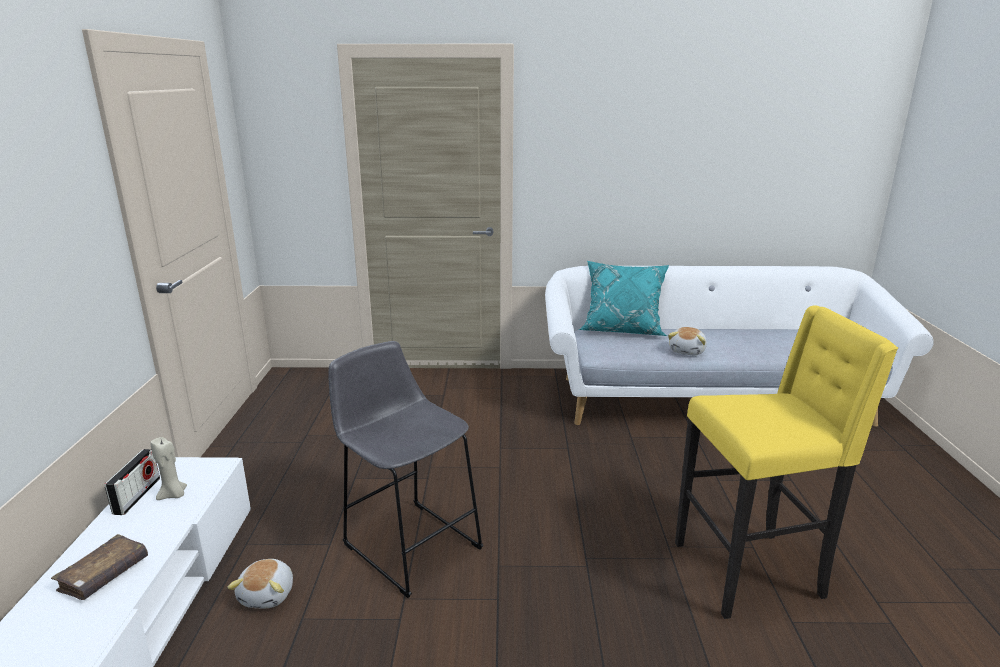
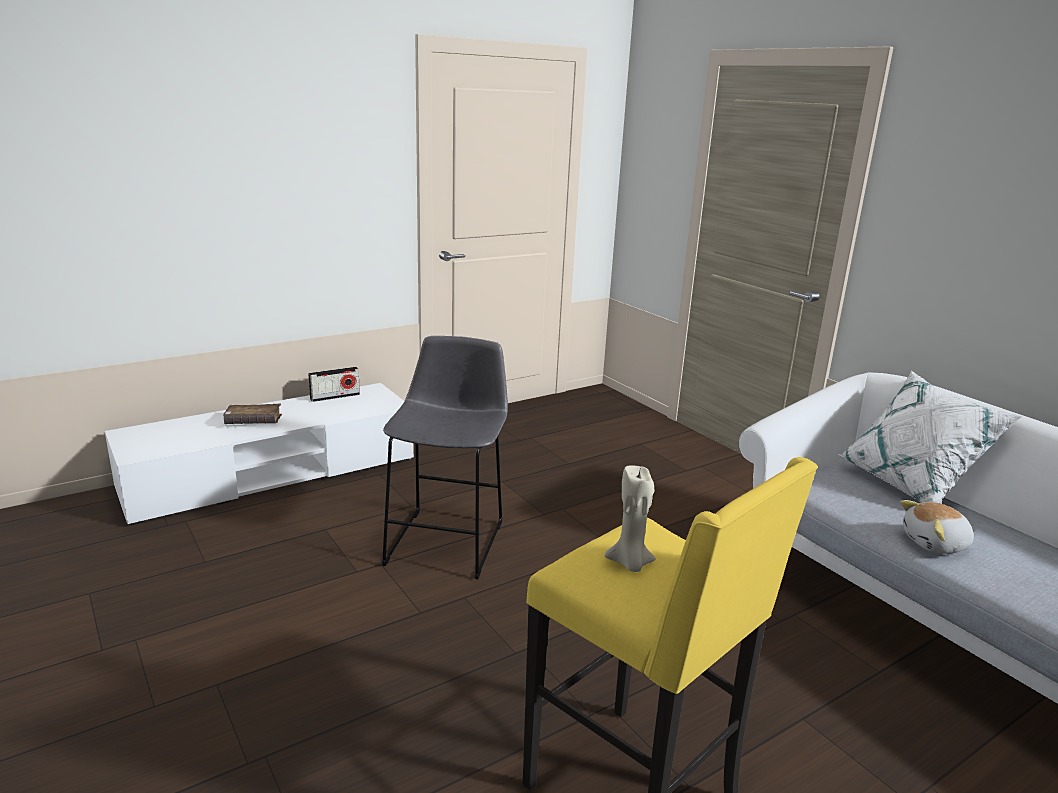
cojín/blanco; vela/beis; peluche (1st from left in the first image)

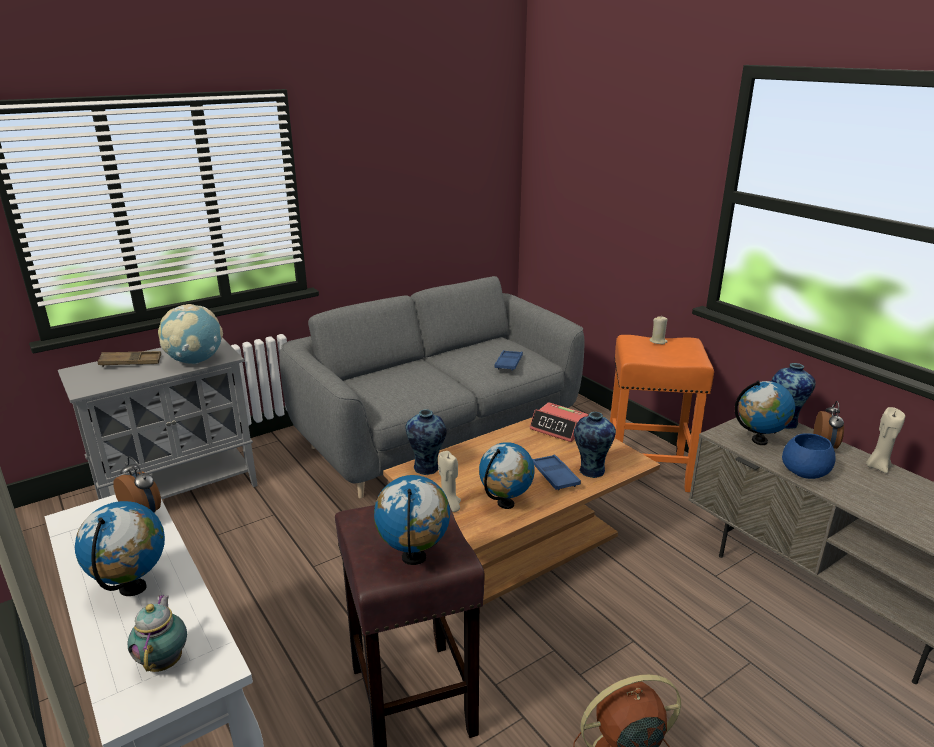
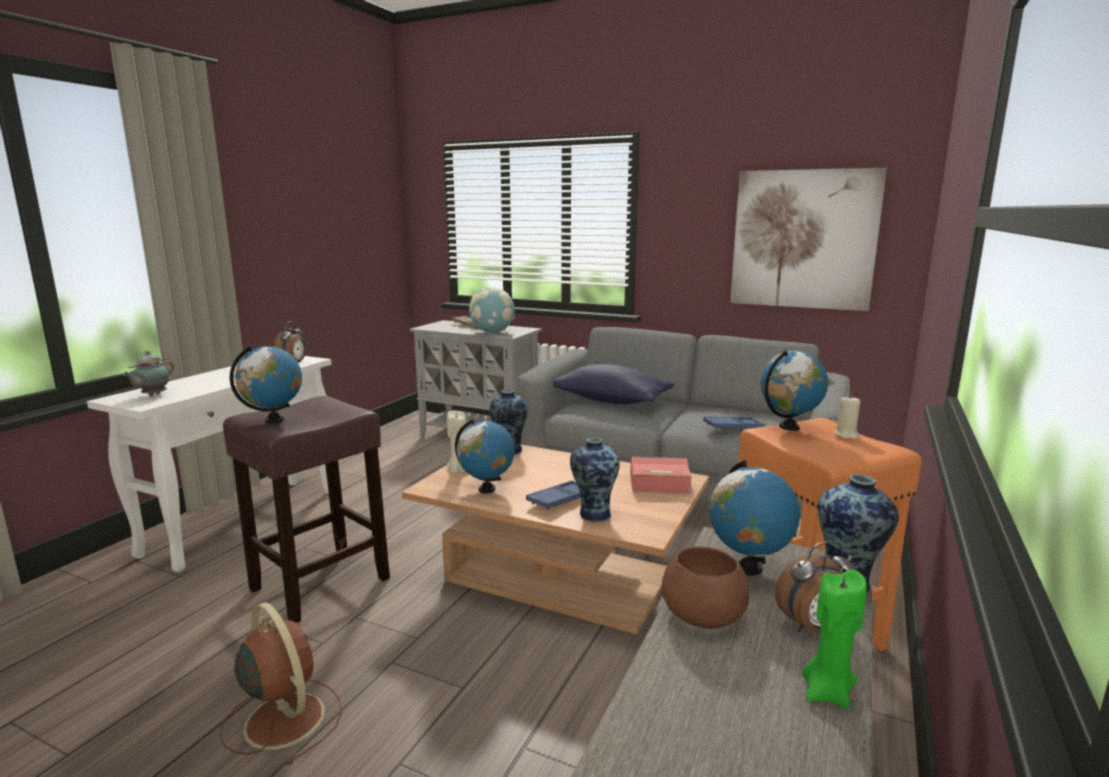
despertador (2nd from left); vela/verde; cuenco/marrón; globo terráqueo (5th from left); tetera; cuadro; cojín/azul

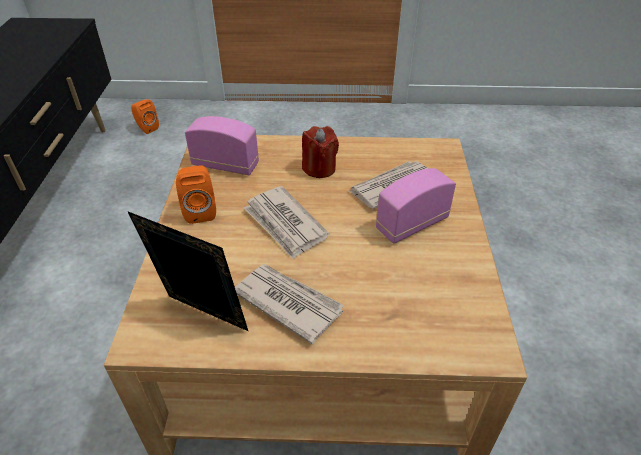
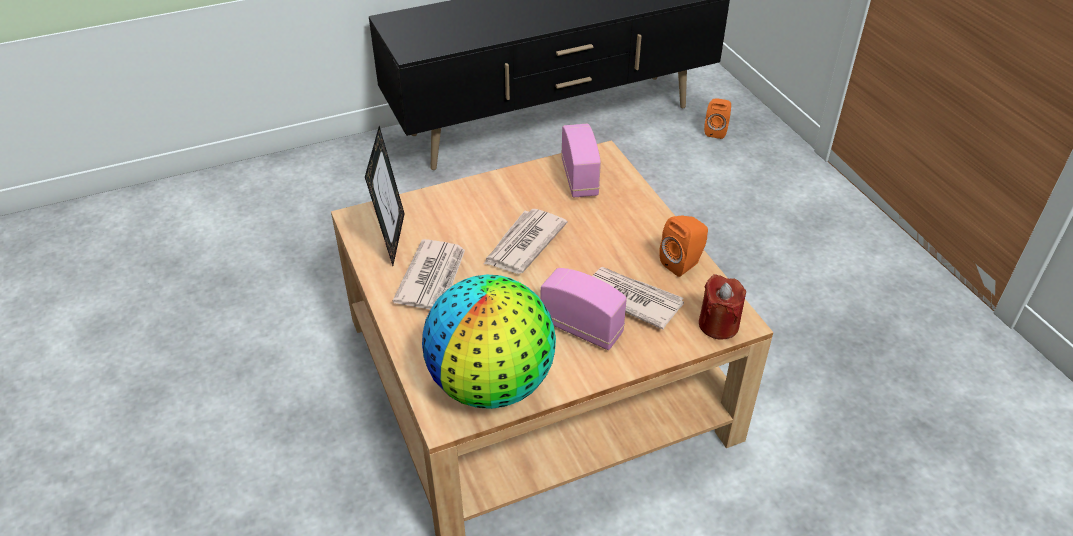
vela/rojo; altavoz/naranja (1st from left); globo terráqueo

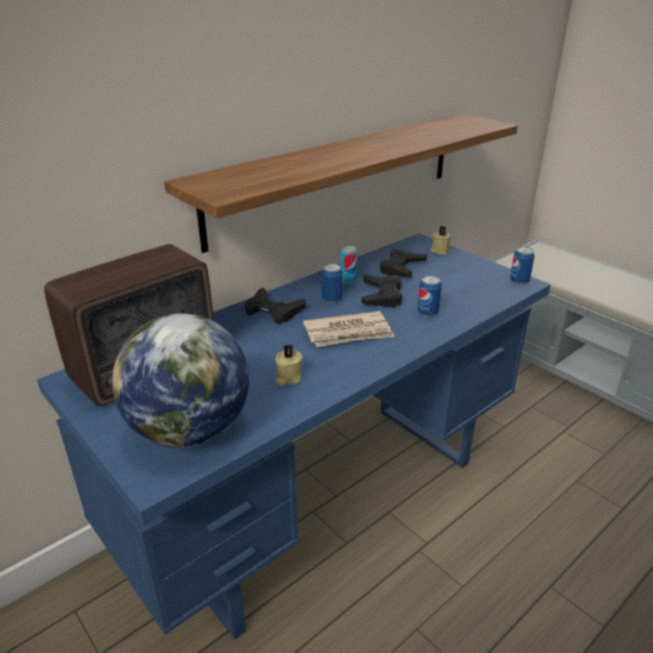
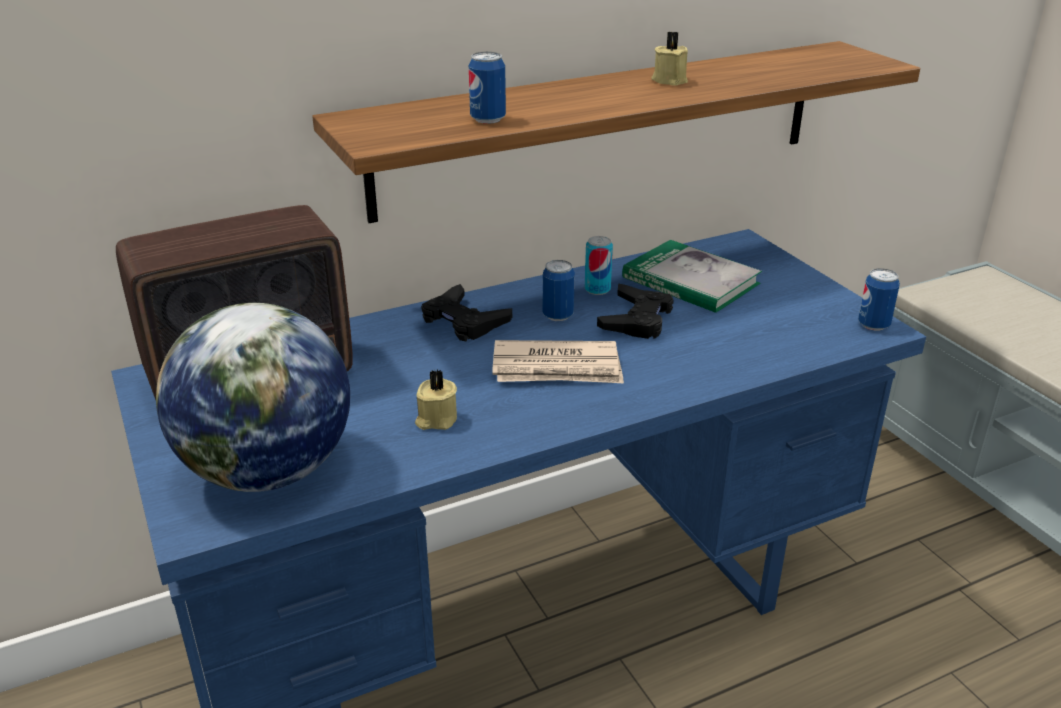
vela/beis (2nd from left); libro; lata (1st from left)

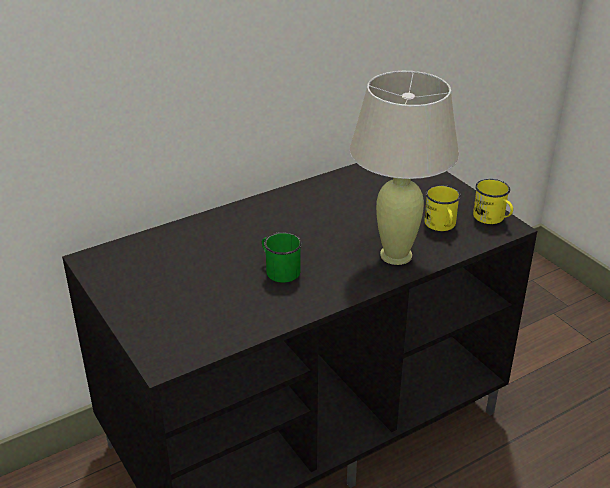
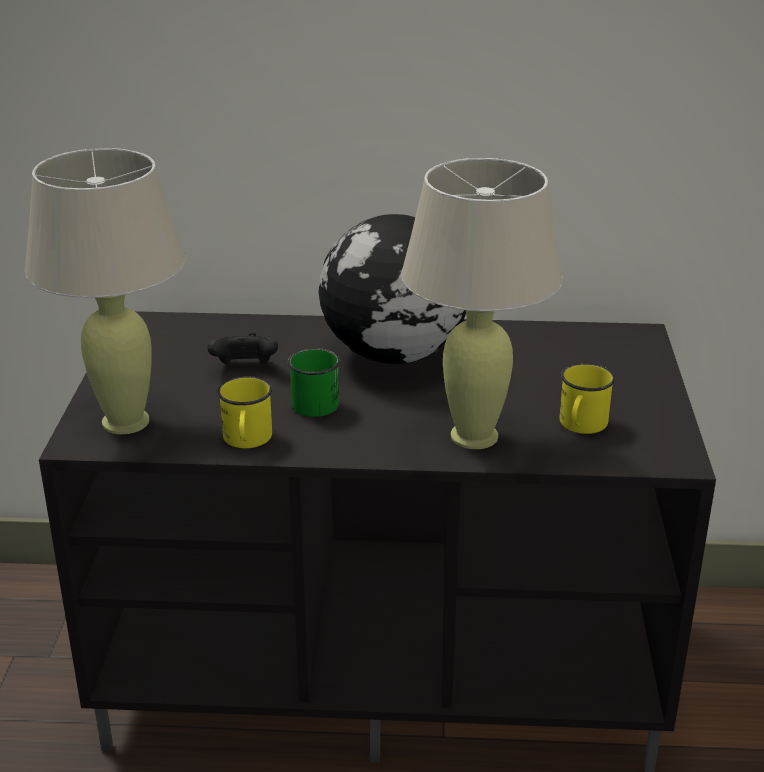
taza grande/amarillo (1st from left); lámpara de mesa/beis (1st from left); globo terráqueo; mando de consola/negro

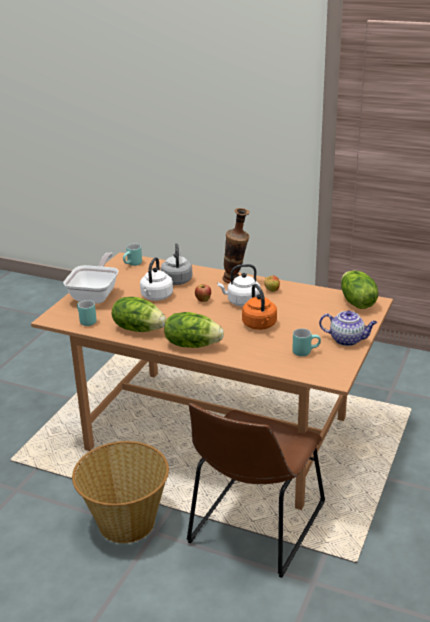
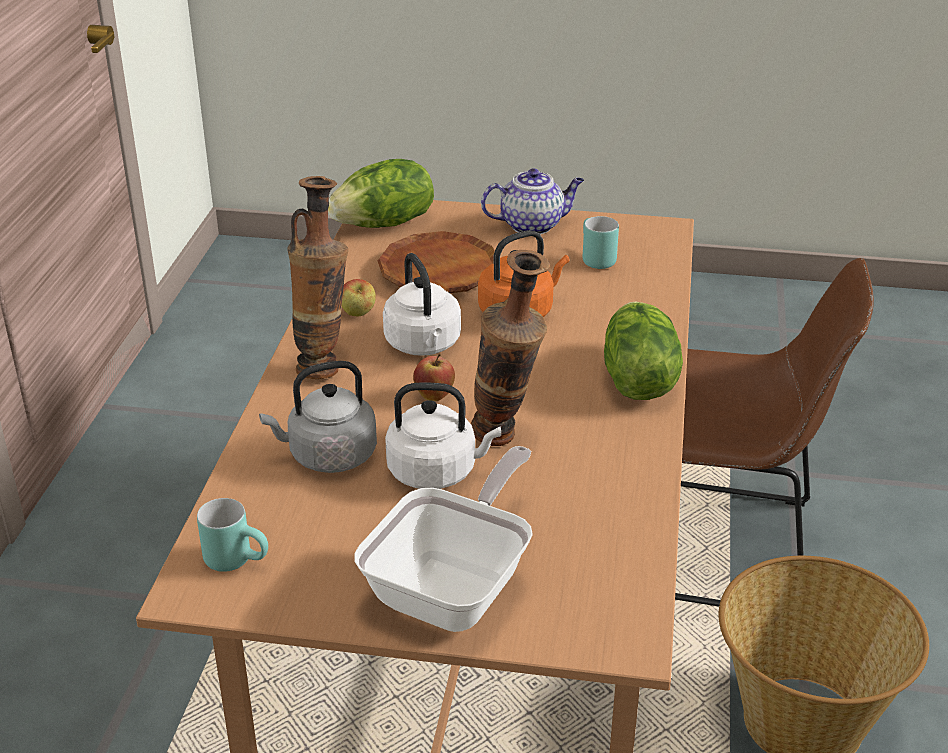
sartén; lechuga (1st from left in the first image); taza grande/turquesa (1st from left in the first image); tetera; plato/marrón; florero (2nd from left)

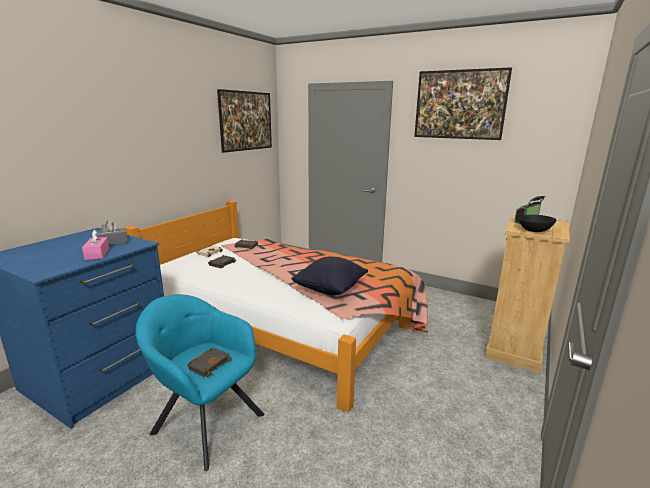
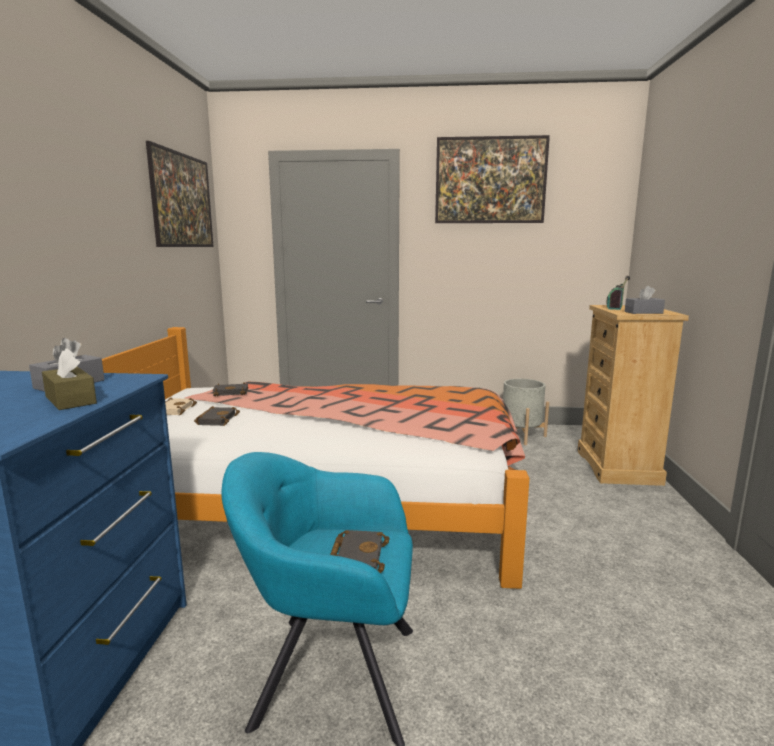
caja de pañuelos/gris (2nd from left); caja de pañuelos/marrón; cojín/negro; maceta/gris

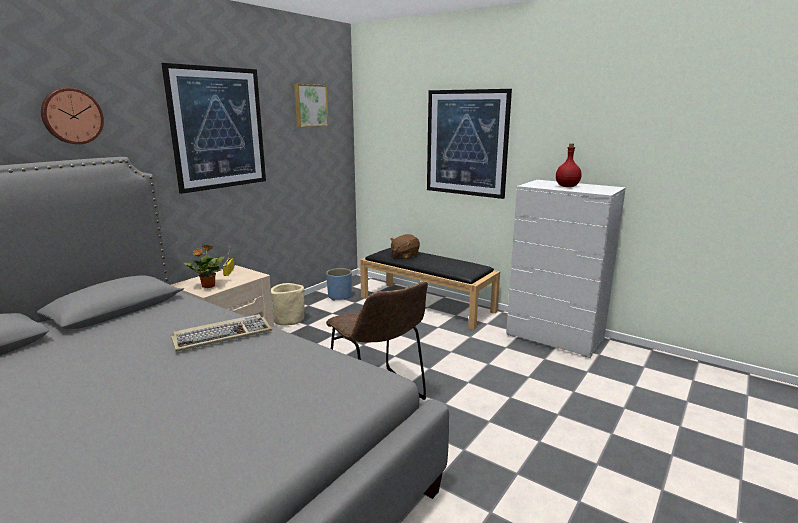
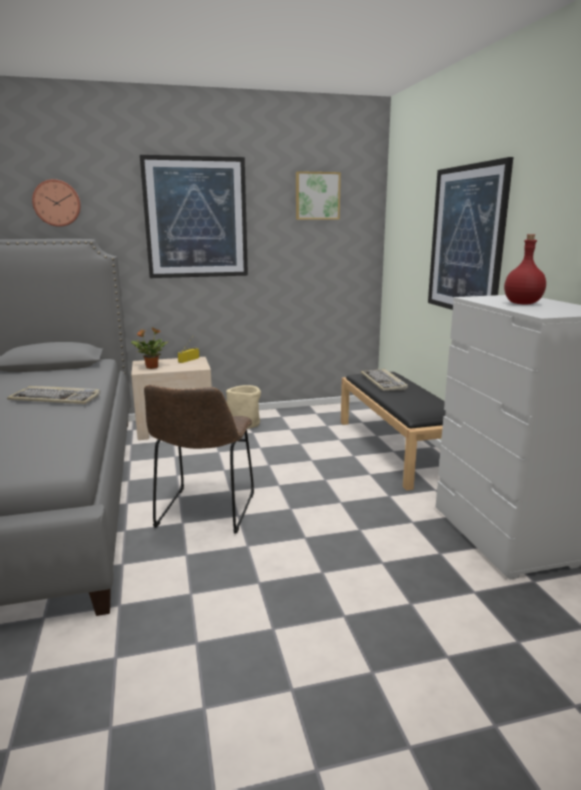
teclado (2nd from left); maceta/azul

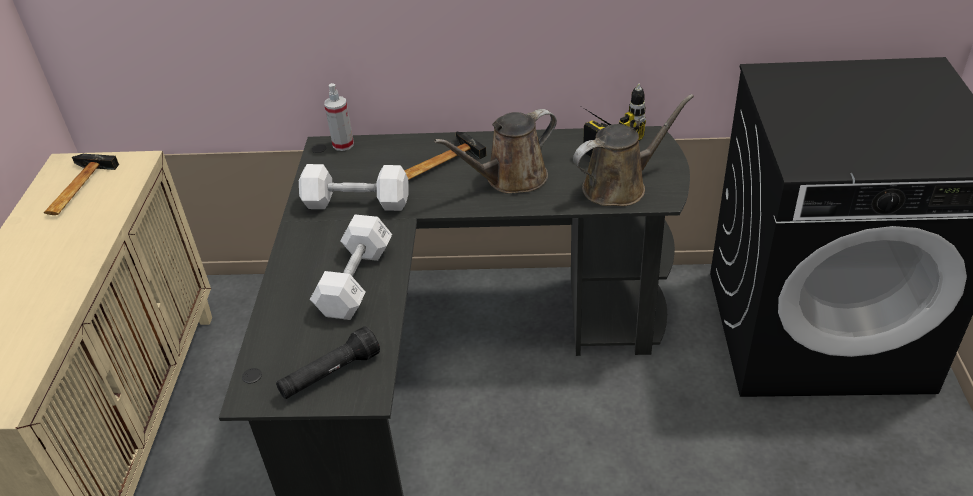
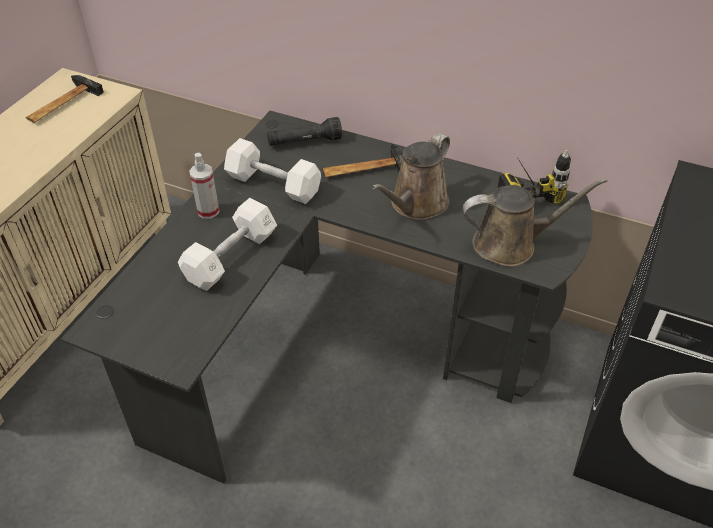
pulverizador; regadera/marrón (1st from left); linterna/negro

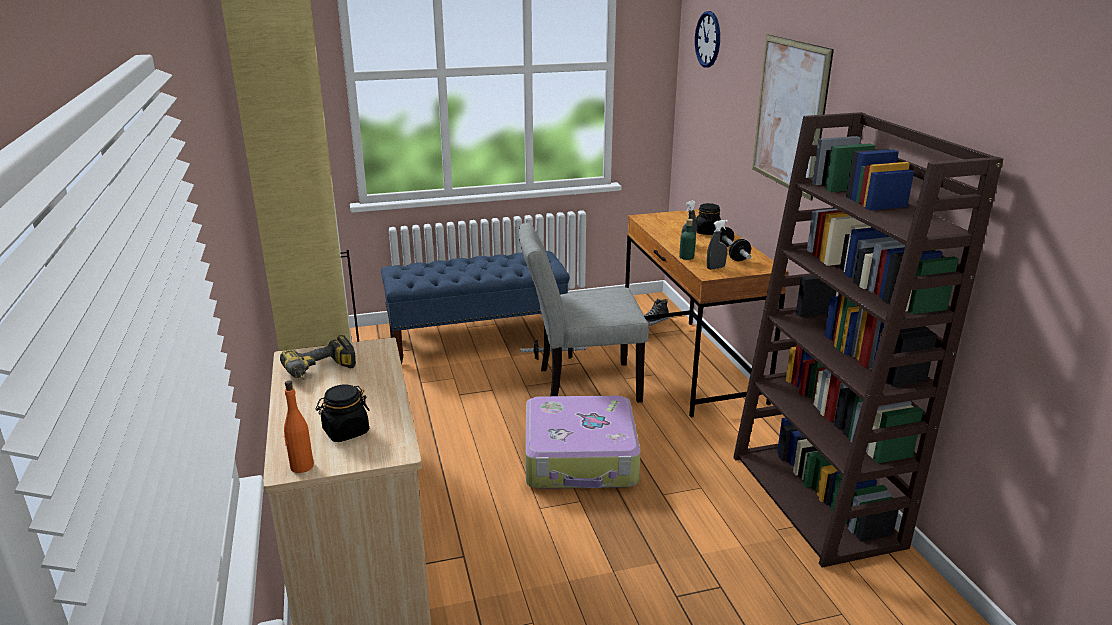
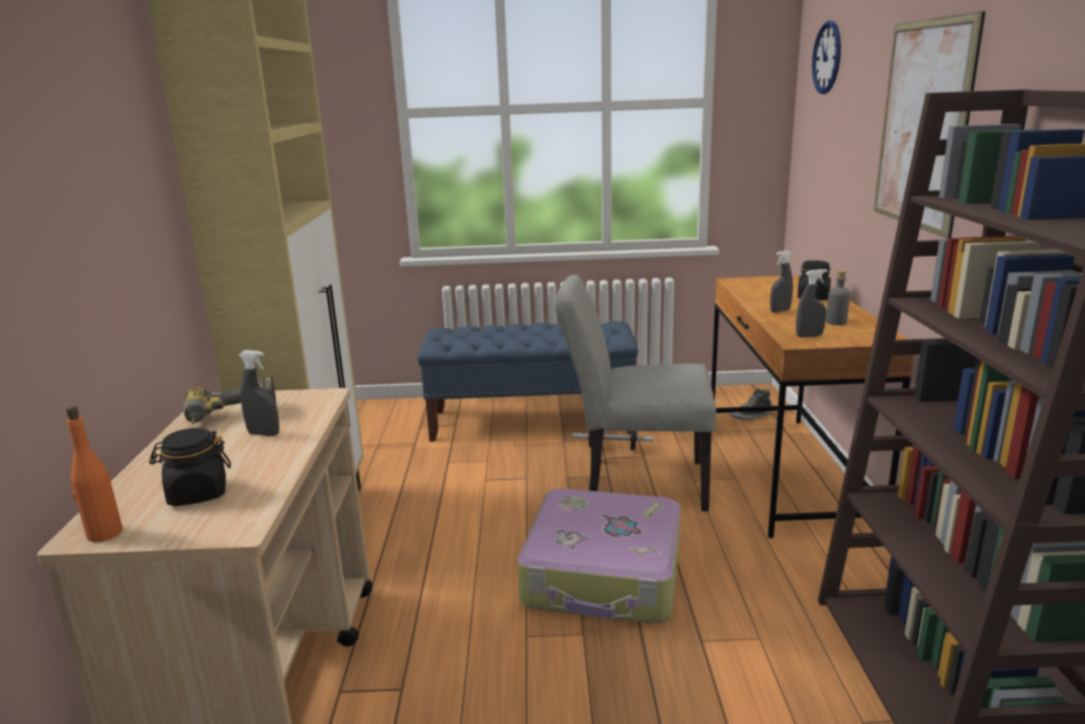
botella/verde; botella/gris; pulverizador/gris (1st from left)

